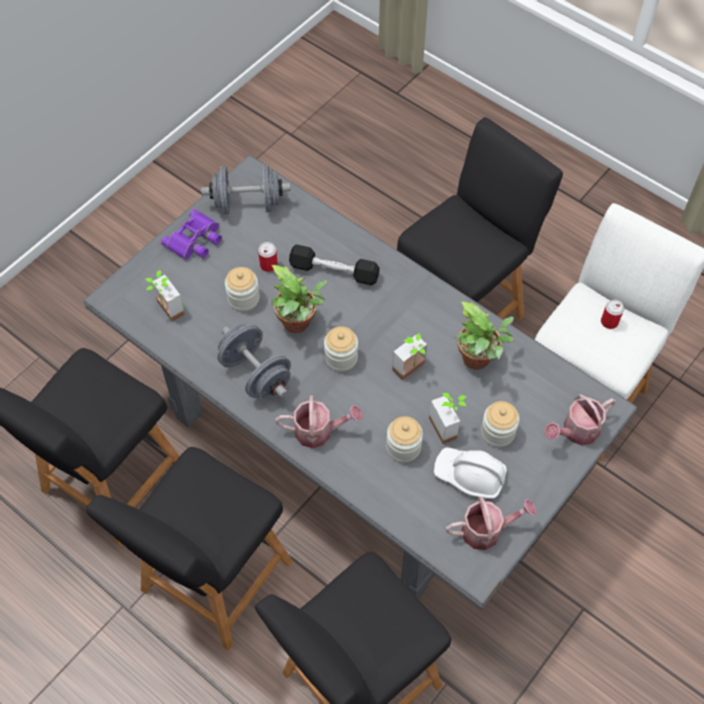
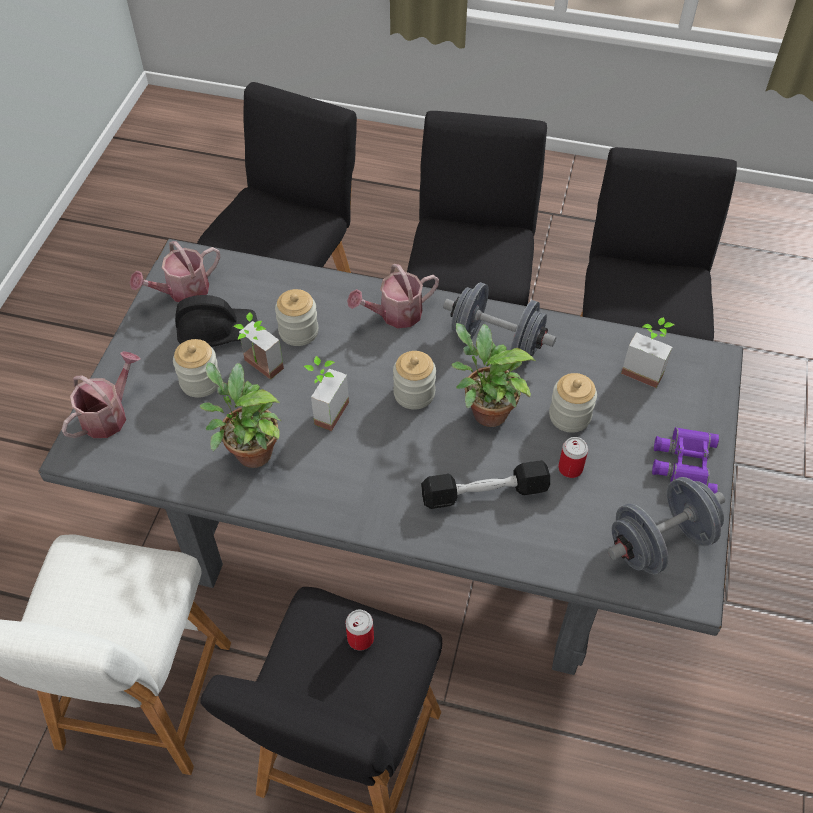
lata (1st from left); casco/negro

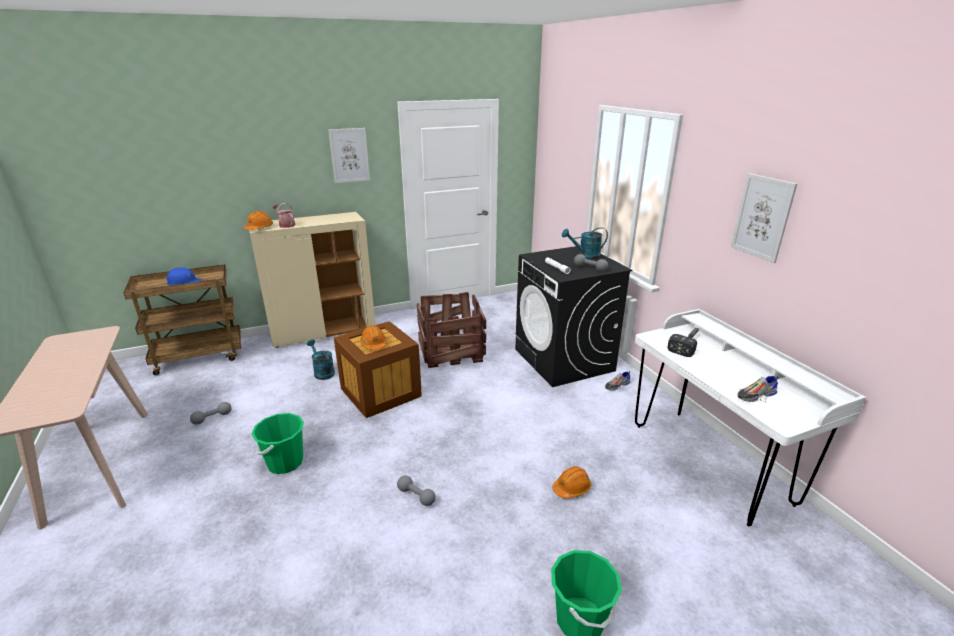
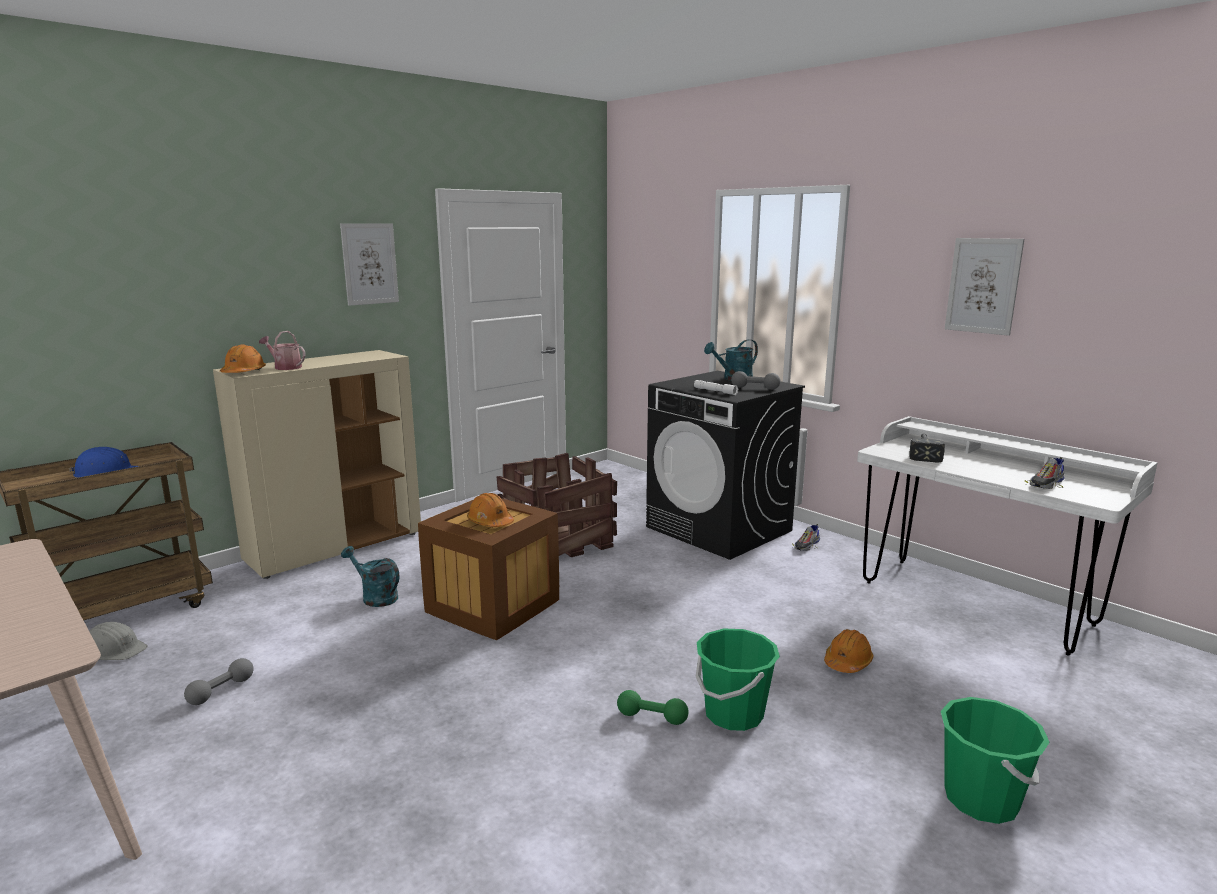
cubo/verde (1st from left); mancuerna/verde; casco/gris

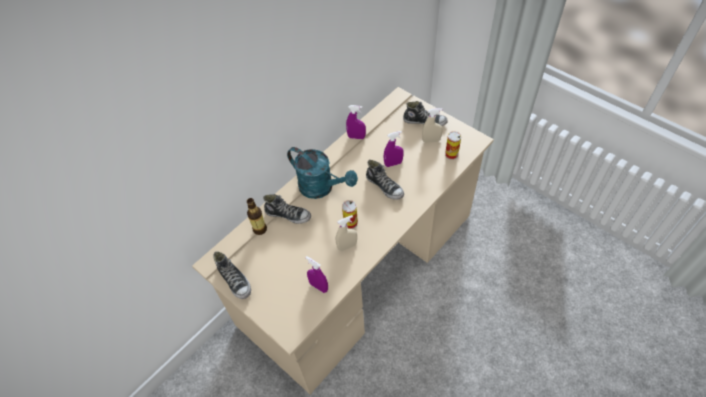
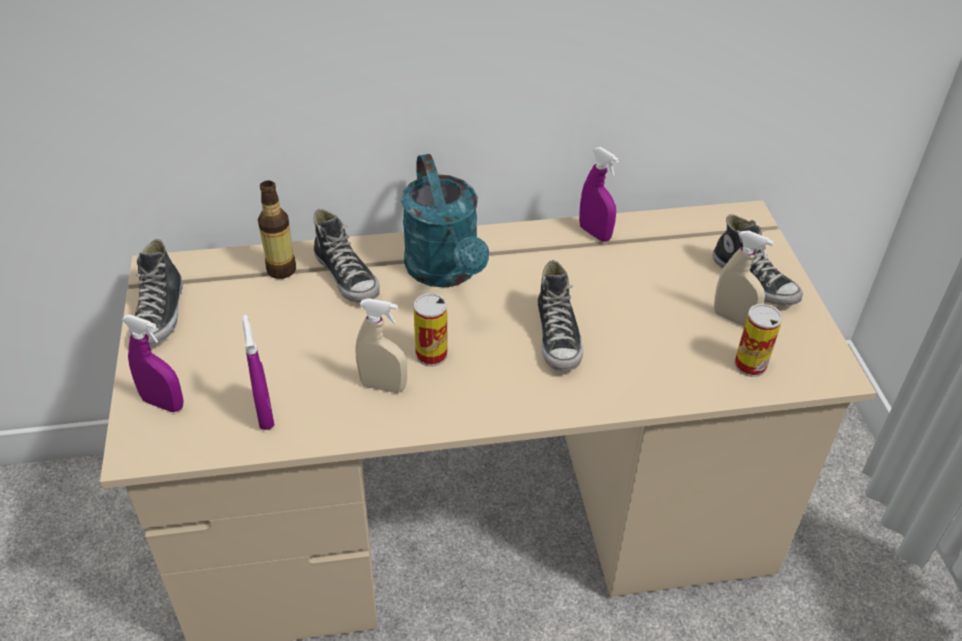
pulverizador/morado (1st from left)

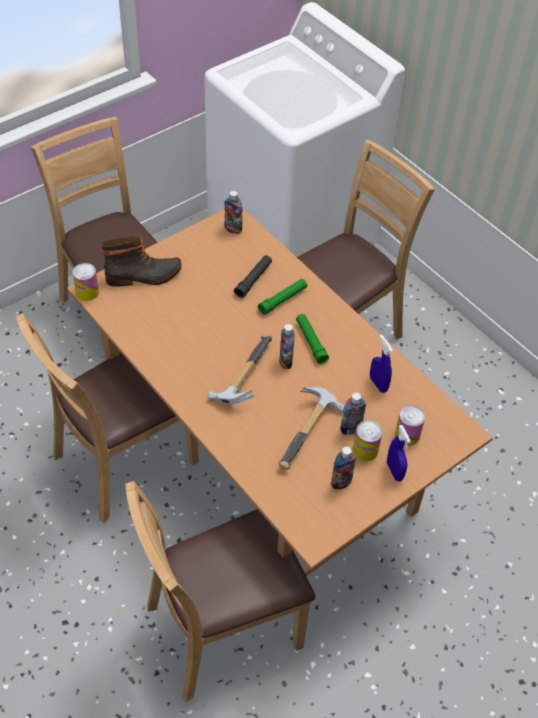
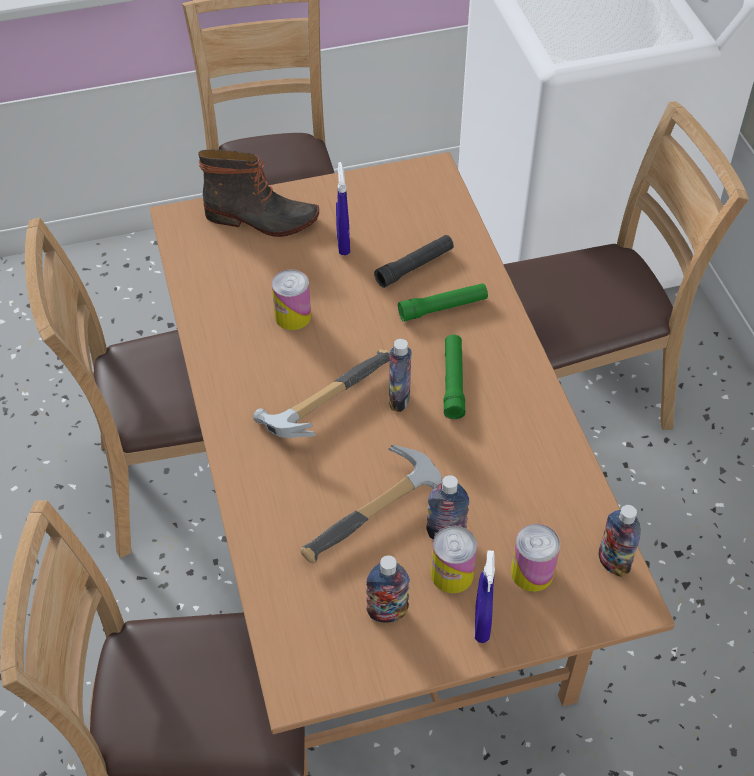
botella (4th from left); lata (1st from left); pulverizador/azul (1st from left)

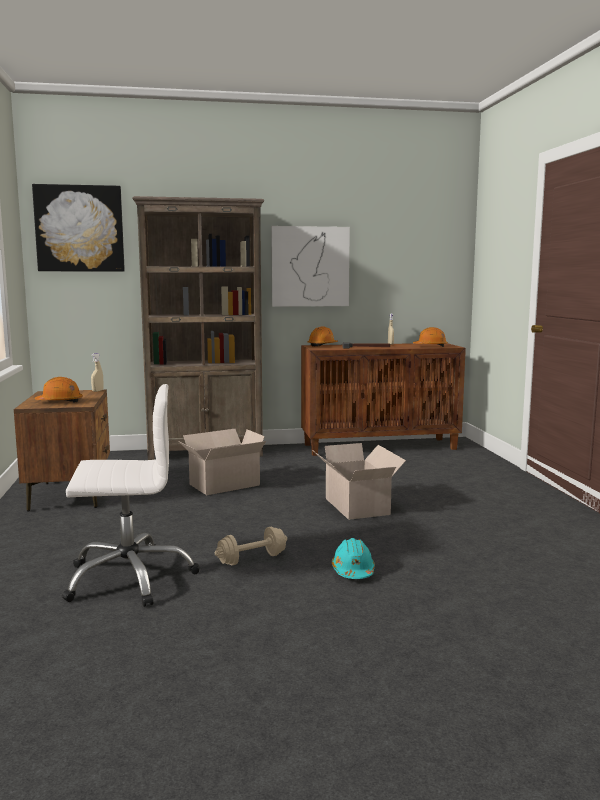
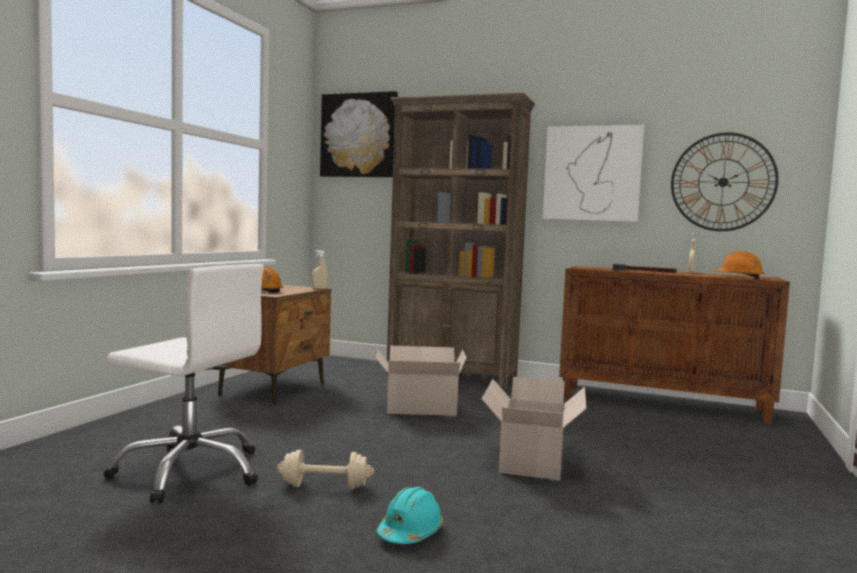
casco/naranja (2nd from left in the first image); reloj de pared

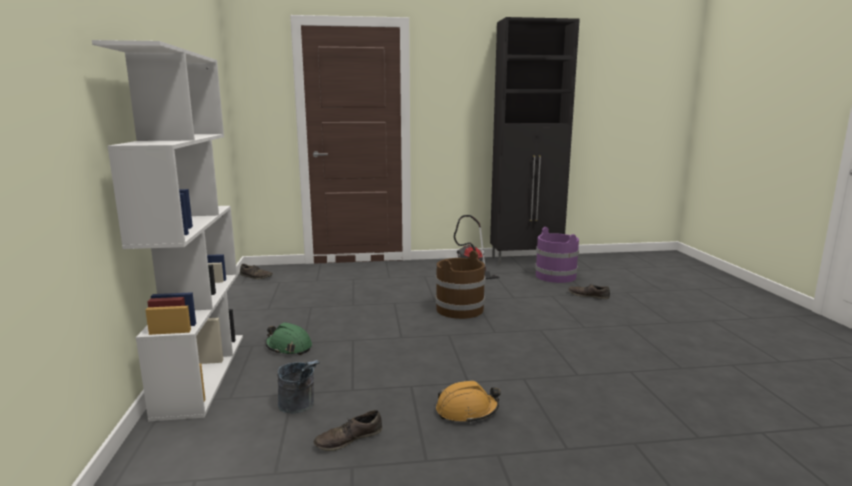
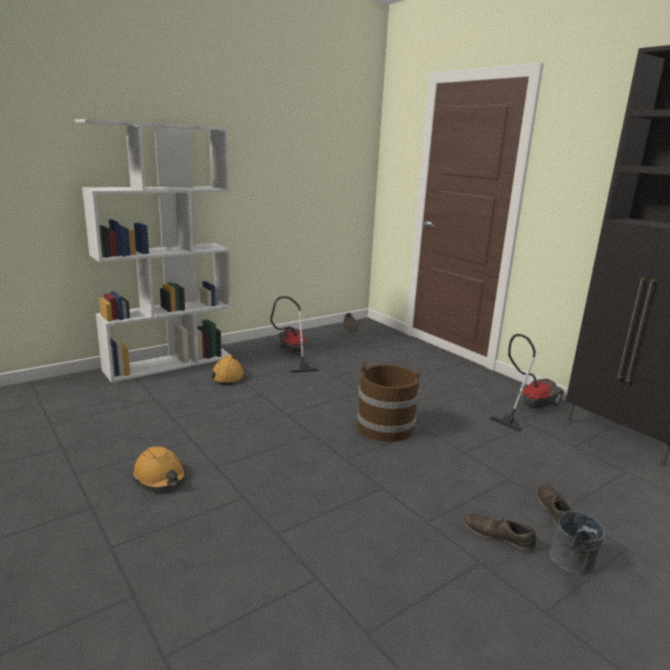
cubo/morado; casco/naranja (2nd from left); cubo/gris; zapato/marrón (2nd from left); aspiradora (1st from left)

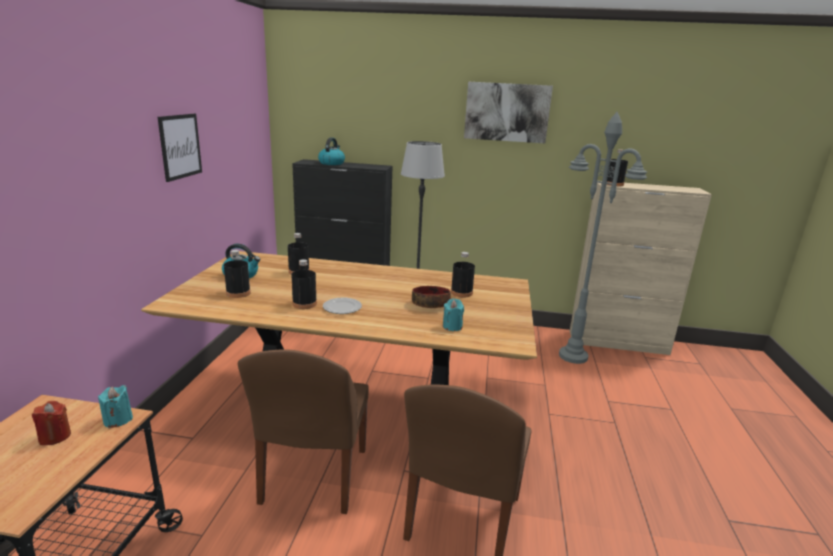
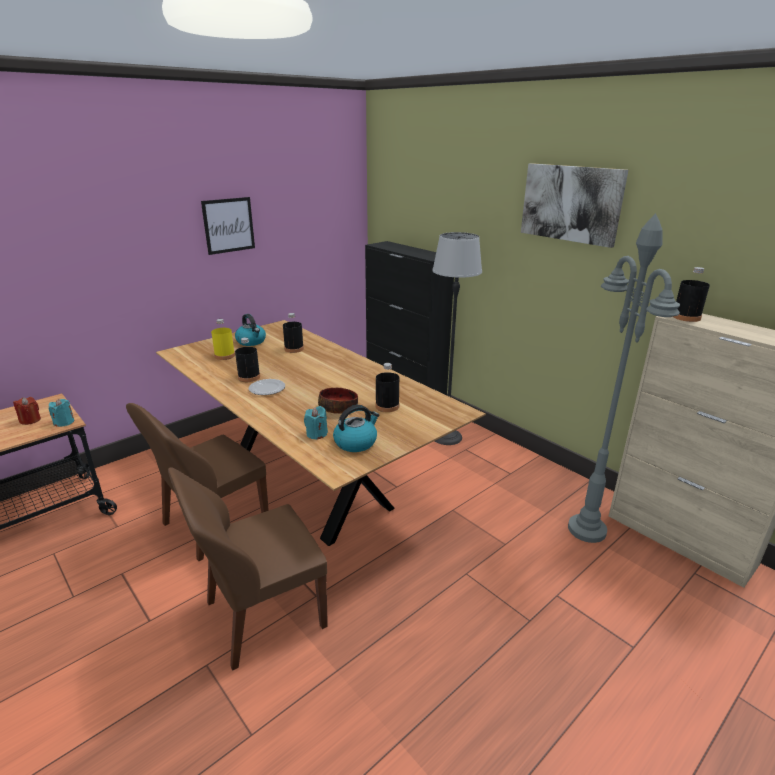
hervidor (2nd from left); botella/amarillo

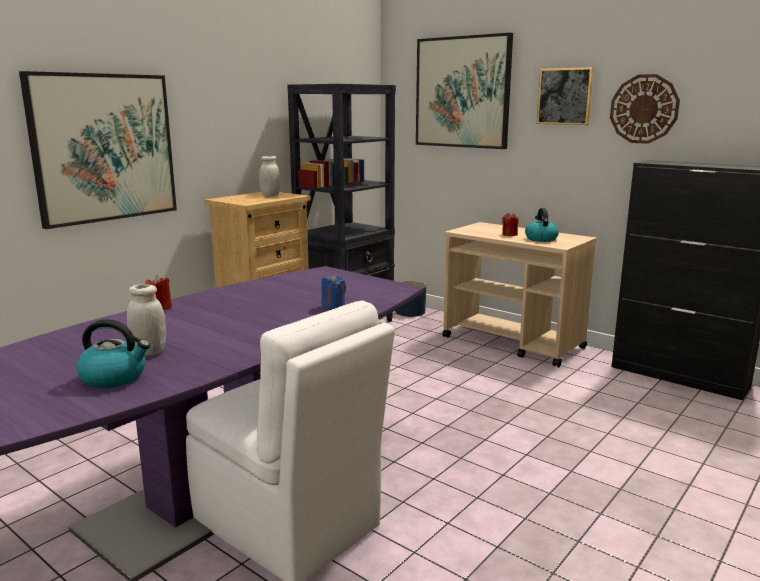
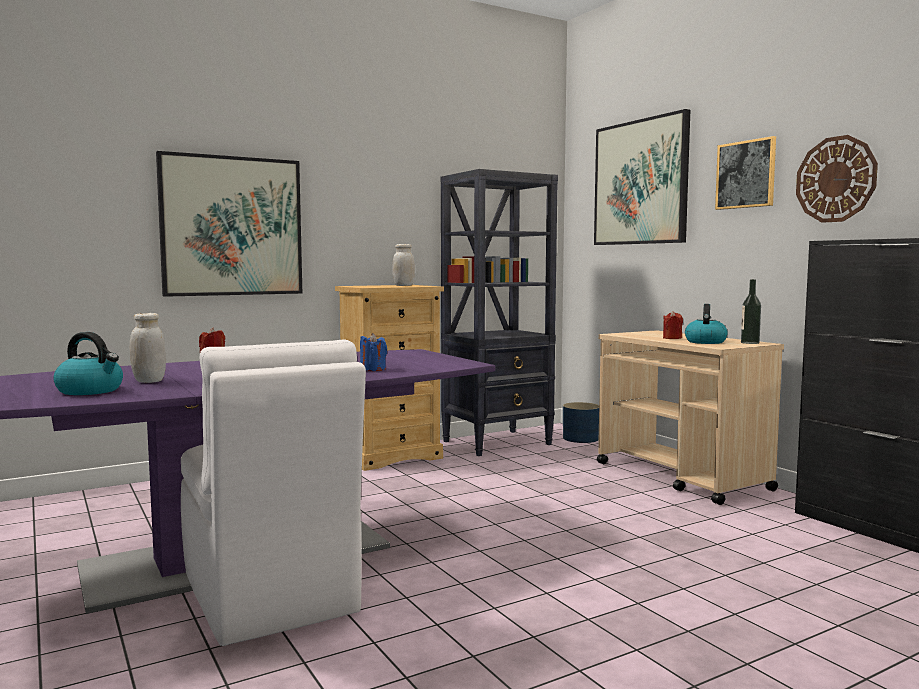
botella

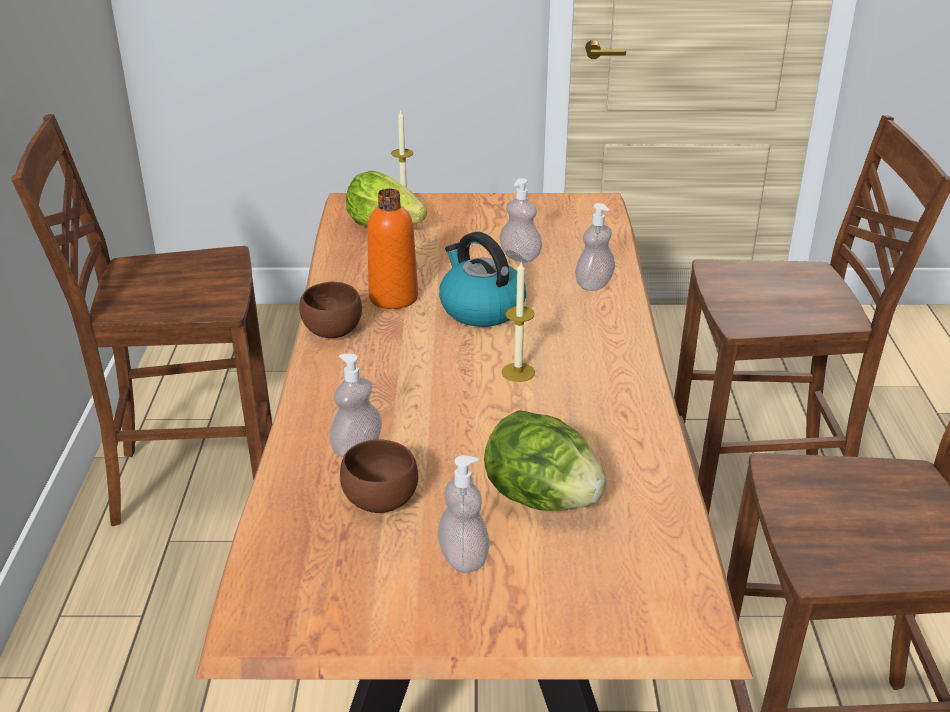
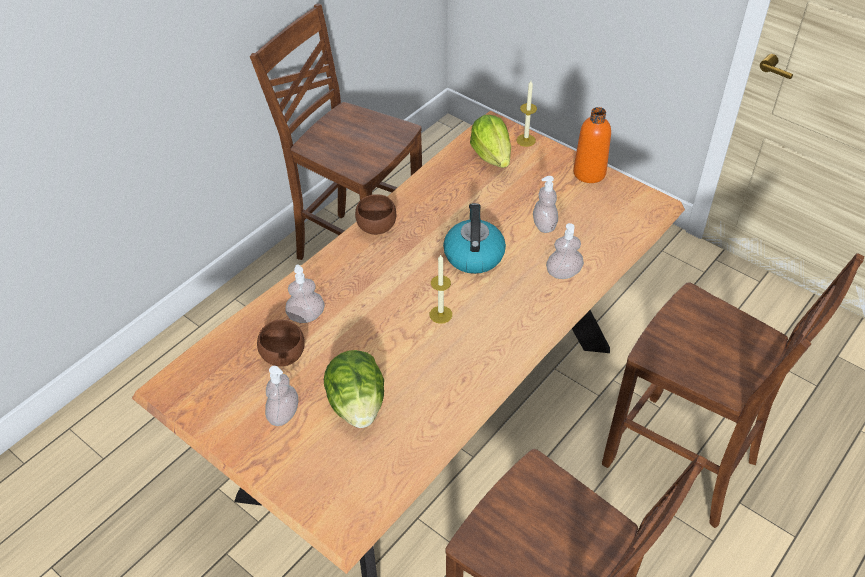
botella/naranja

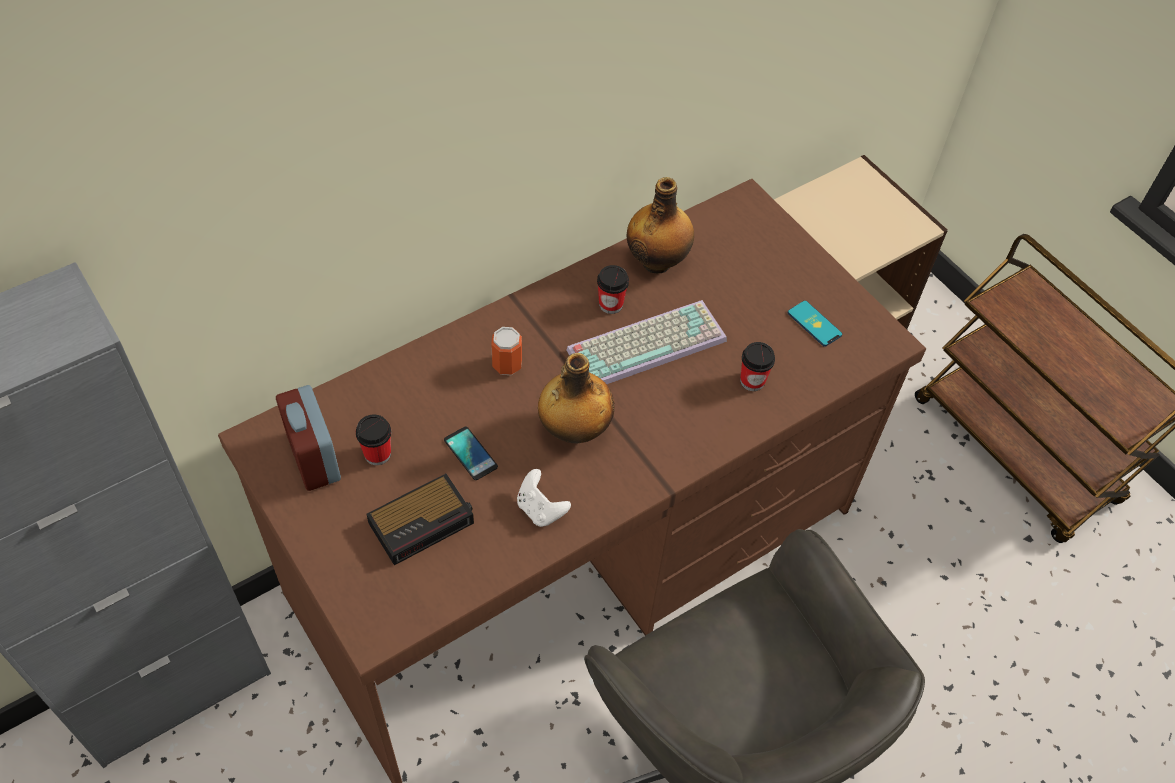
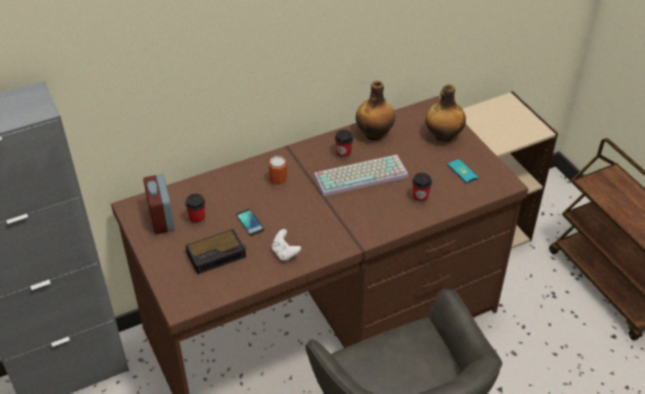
botella (2nd from left)

